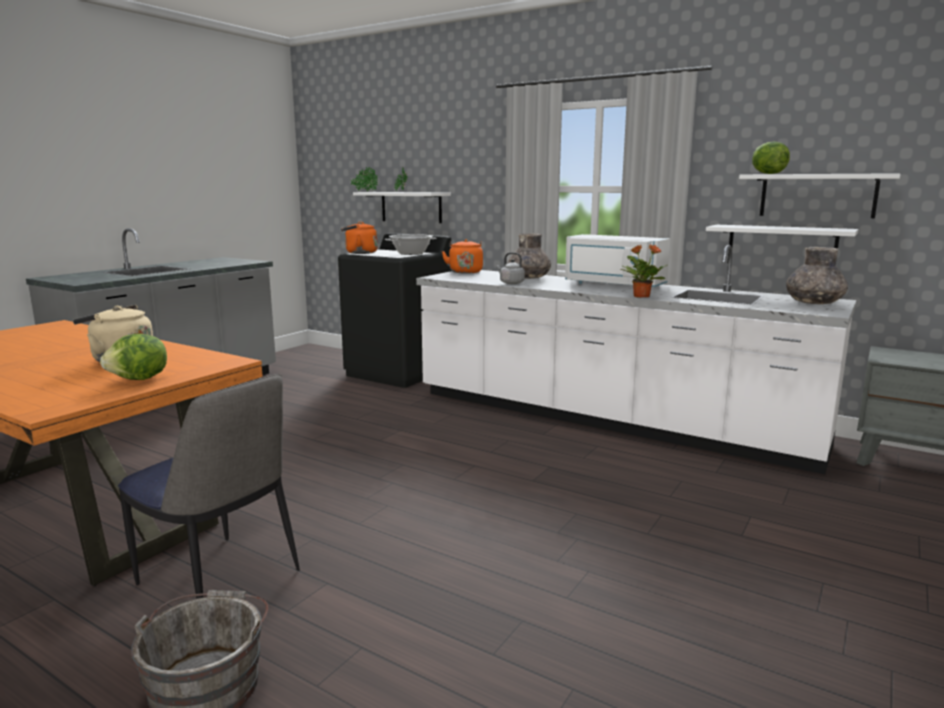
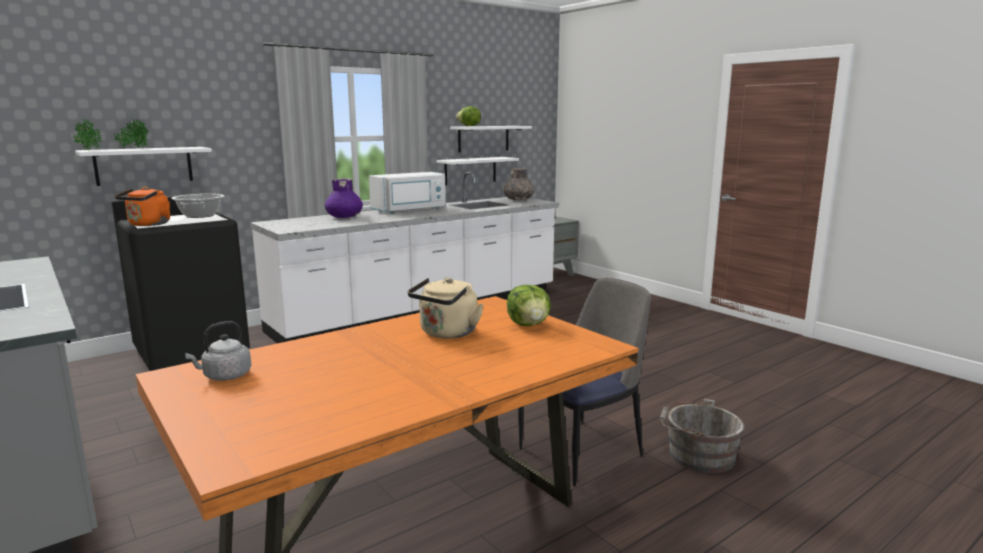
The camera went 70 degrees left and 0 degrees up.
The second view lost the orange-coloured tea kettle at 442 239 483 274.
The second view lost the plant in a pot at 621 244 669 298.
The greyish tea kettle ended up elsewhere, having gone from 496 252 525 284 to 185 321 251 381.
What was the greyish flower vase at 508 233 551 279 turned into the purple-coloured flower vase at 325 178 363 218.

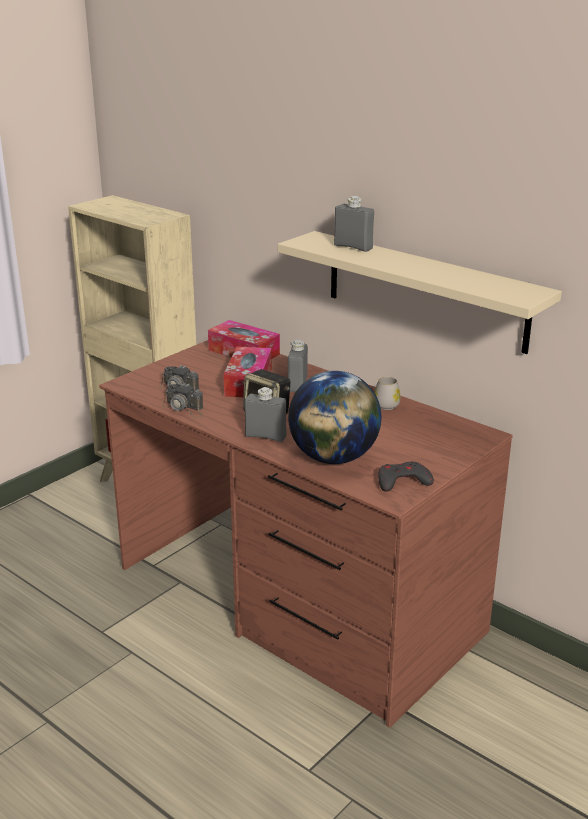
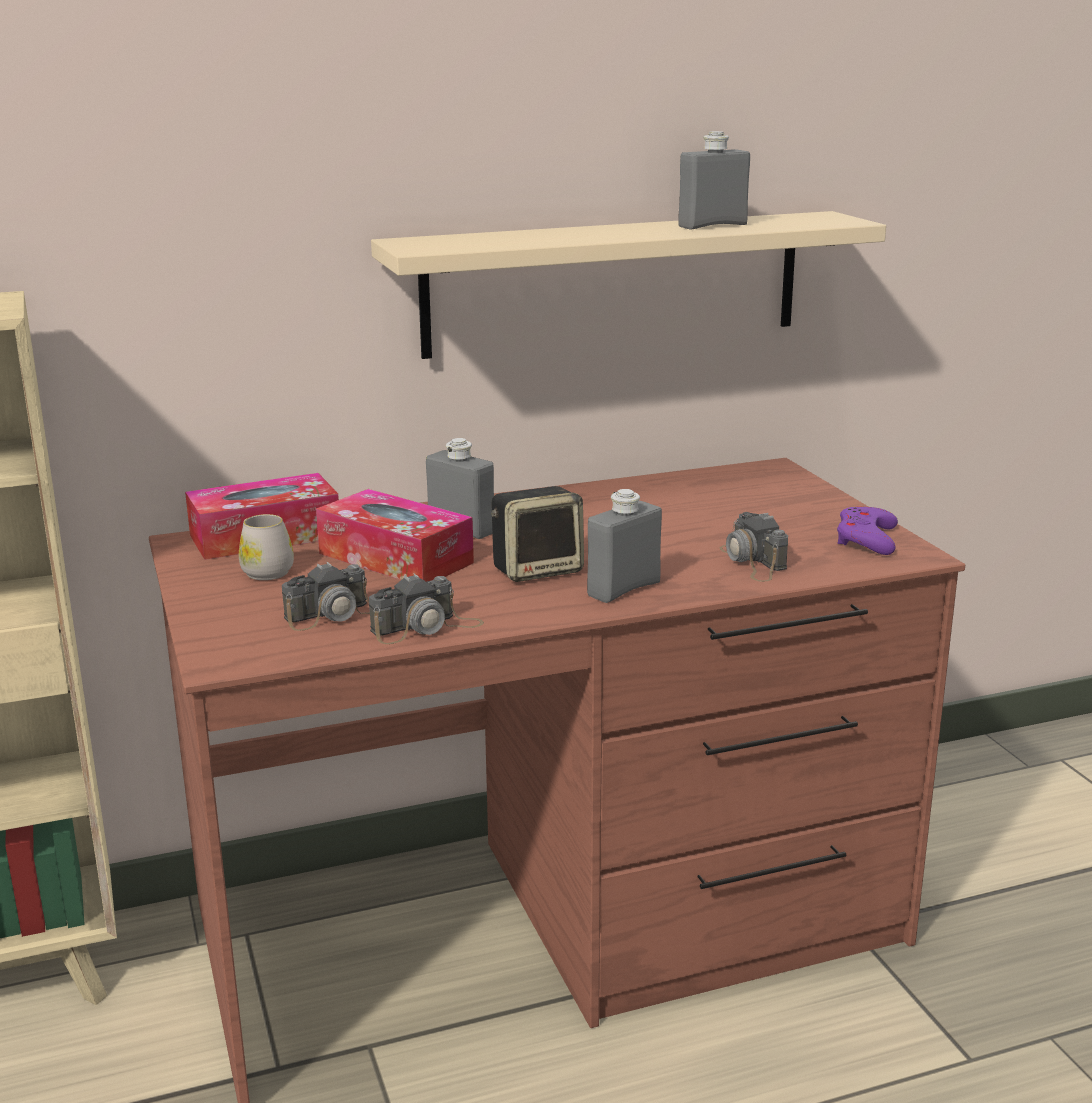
The camera went 60 degrees left and 5 degrees down.
The greyish drink bottle ended up elsewhere, having gone from 334 196 374 252 to 678 131 750 229.
The whitish coffee mug ended up elsewhere, having gone from 374 377 400 410 to 239 514 294 580.
Where the world globe stood at 288 371 381 464, the still camera came to stand at 720 512 788 582.
What was the greyish game controller at 378 461 434 492 turned into the purple-coloured game controller at 837 507 898 555.

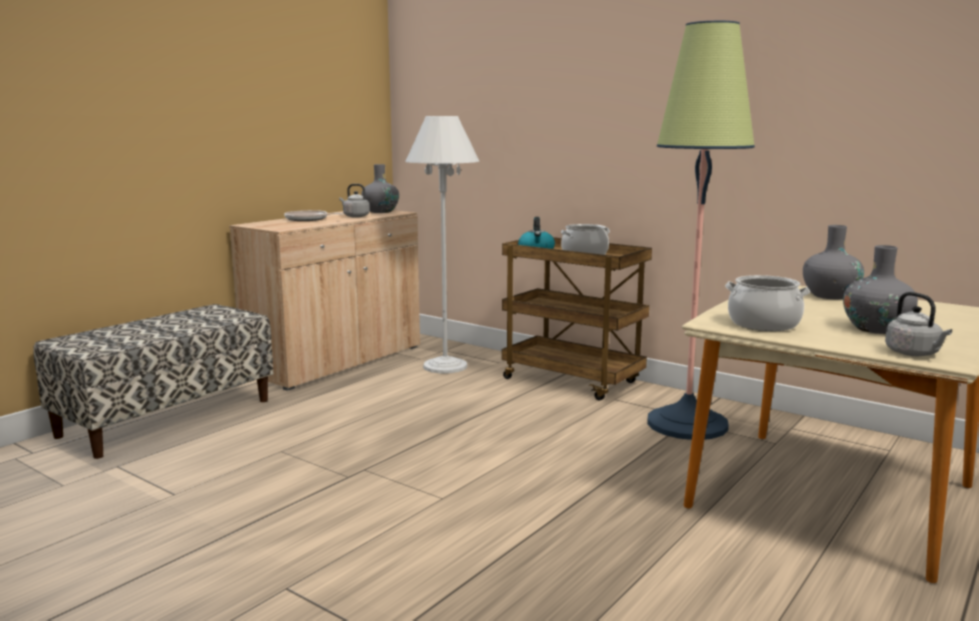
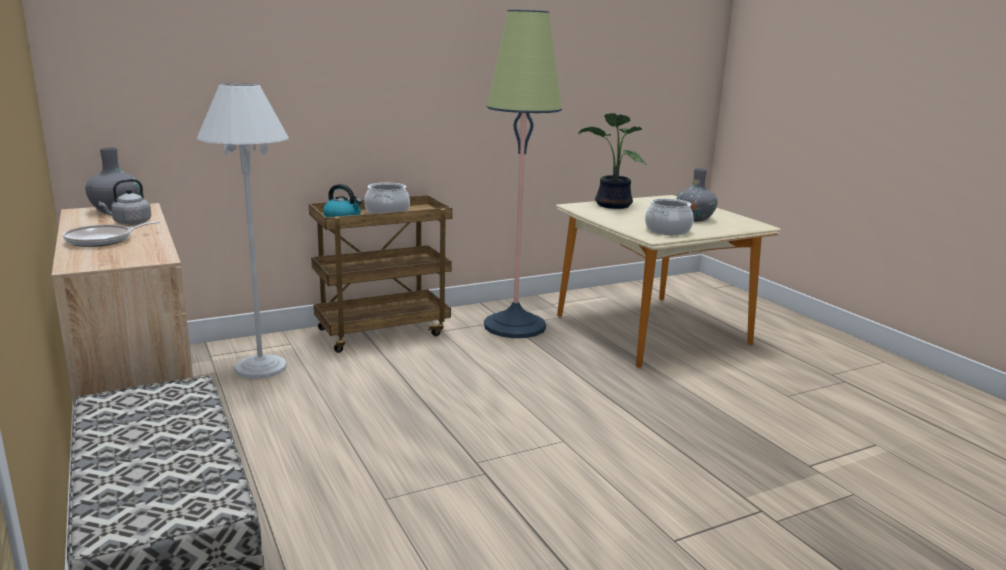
The camera went 65 degrees left and 5 degrees up.
The second view lost the greyish tea kettle at 885 292 952 356.
Where the greyish flower vase stood at 803 225 864 299, the plant in a pot came to stand at 578 113 647 209.

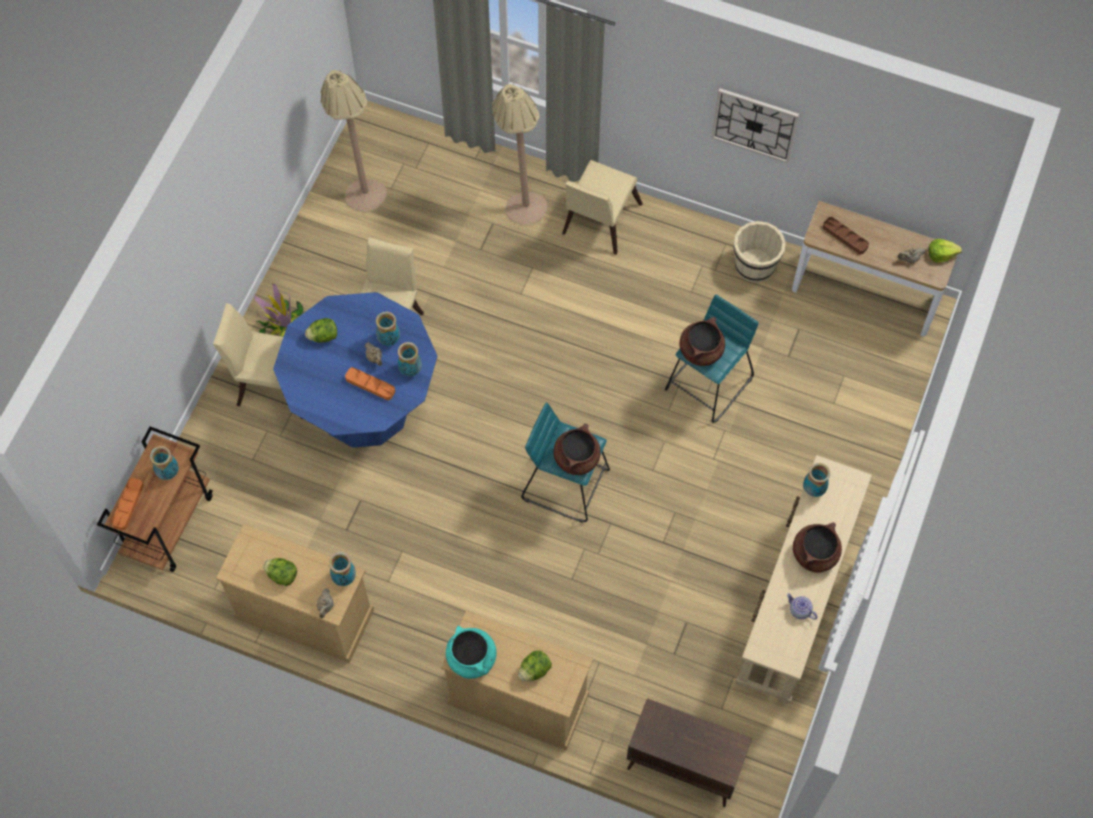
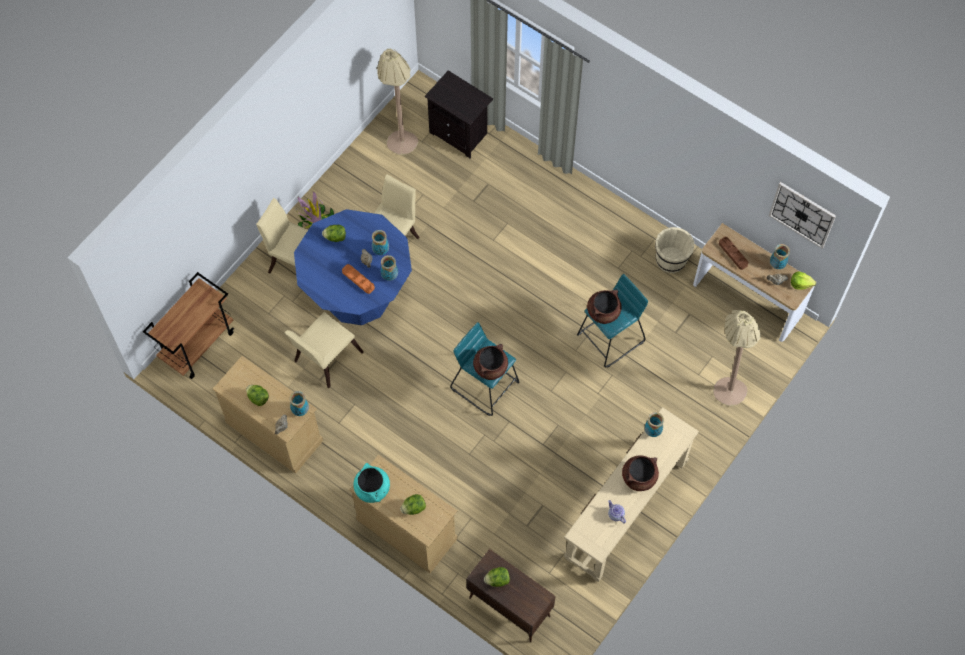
The camera went 15 degrees right and 0 degrees up.
The second view lost the orange-coloured tray at 111 478 144 530.
The second view gained the blackish nightstand at 425 70 493 158.
The second view gained the head of lettuce at 484 567 510 587.
The flower vase ended up elsewhere, having gone from 150 446 179 480 to 770 244 790 269.
The beige floor lamp ended up elsewhere, having gone from 492 84 547 226 to 713 310 761 406.
The beige upright chair ended up elsewhere, having gone from 562 160 643 255 to 284 312 364 388.
The hanging clock ended up elsewhere, having gone from 712 88 799 163 to 769 182 836 249.

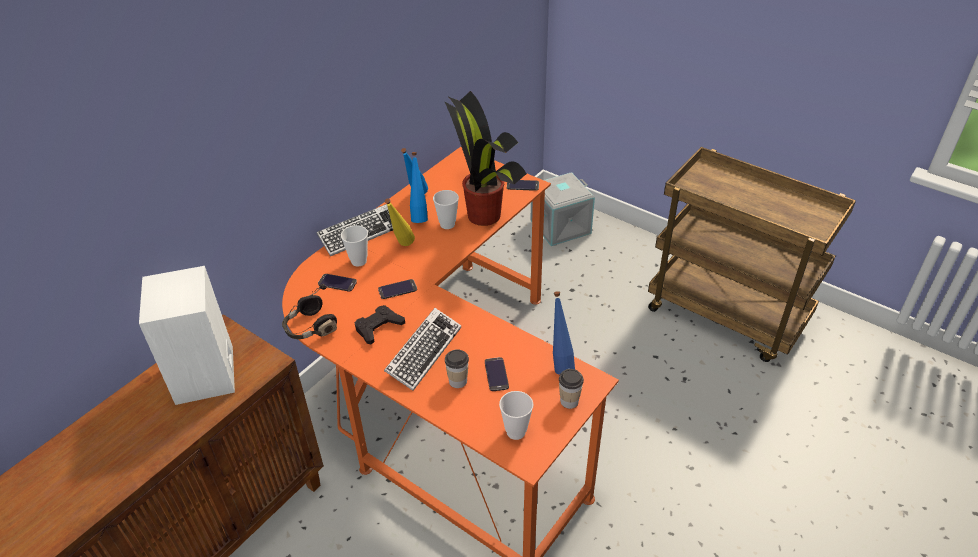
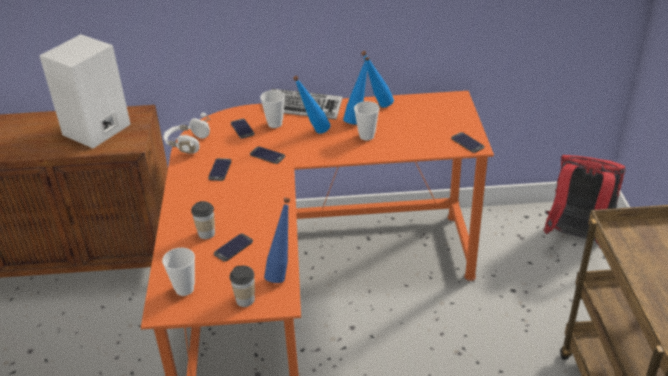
The camera went 50 degrees right and 5 degrees down.
The second view lost the keyboard at 384 308 461 391.
The second view lost the plant in a pot at 445 91 527 226.
Where the blackish game controller stood at 355 305 405 345, the phone came to stand at 208 158 231 181.
Where the greyish storage box stood at 530 172 595 246, the red-coloured backpack came to stand at 544 155 626 248.
What was the blackish pair of headphones at 282 284 337 339 turned into the whitish pair of headphones at 163 113 210 154.
What was the yellow drink bottle at 385 198 415 246 turned into the blue drink bottle at 293 76 331 134.

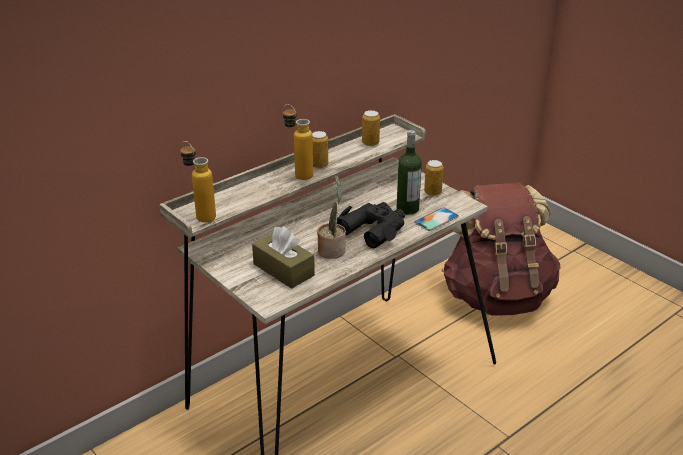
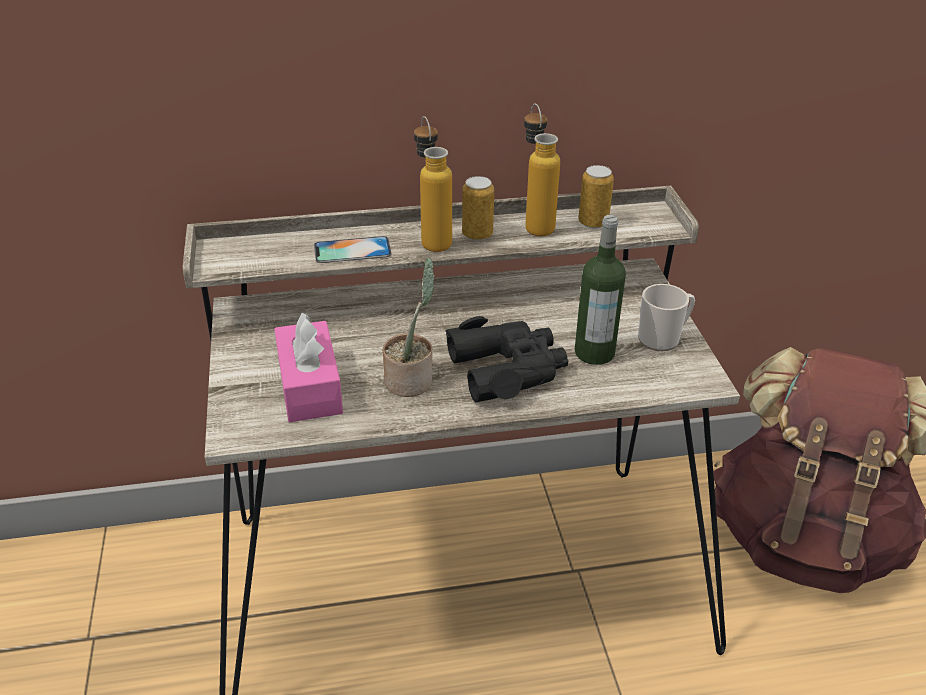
The camera went 30 degrees right and 5 degrees up.
The drink bottle ended up elsewhere, having gone from 180 141 216 223 to 524 103 560 236.
The phone ended up elsewhere, having gone from 414 207 459 231 to 314 236 392 263.
Where the sealed can stood at 424 160 444 196, the coffee mug came to stand at 638 284 695 351.
What was the brown-coloured box of tissues at 252 227 315 289 turned into the pink-coloured box of tissues at 274 313 343 422.

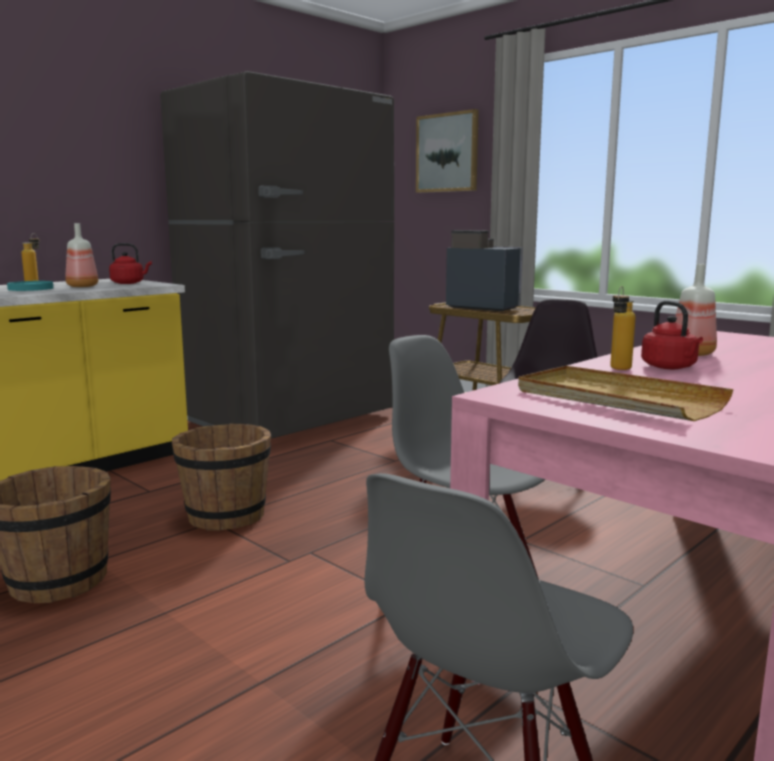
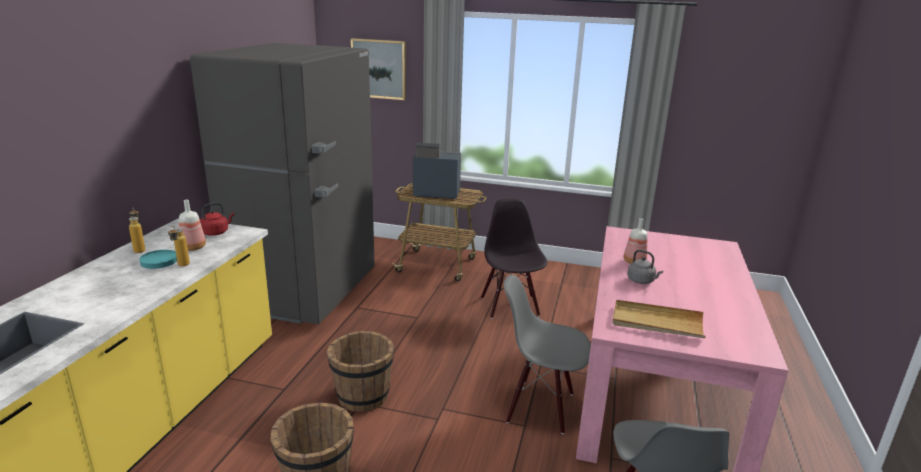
The camera went 30 degrees left and 10 degrees up.
The drink bottle ended up elsewhere, having gone from 610 286 636 370 to 168 226 190 266.
What was the red-coloured tea kettle at 641 301 703 369 turned into the greyish tea kettle at 627 250 663 284.

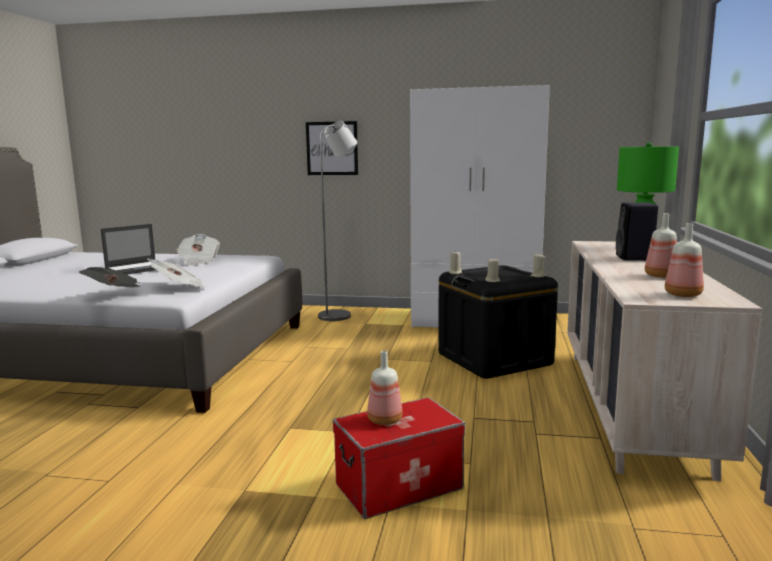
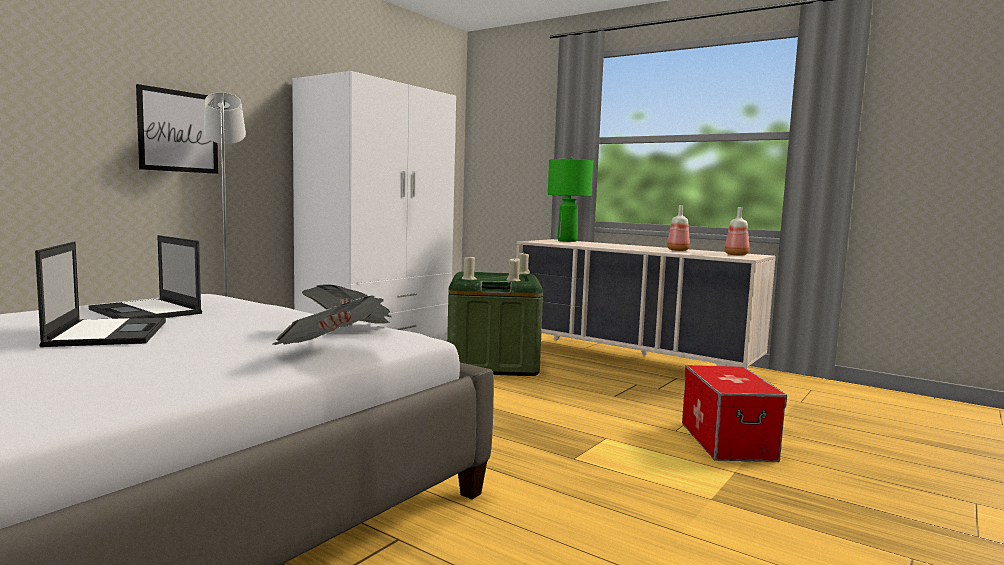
The camera went 65 degrees left and 5 degrees down.
The second view lost the drink bottle at 367 351 403 425.
The second view lost the blackish audio speaker at 616 202 658 261.
Where the printed paper stood at 176 234 220 266, the portable computer came to stand at 89 235 202 319.
What was the blackish storage box at 438 265 558 379 turned into the green storage box at 447 271 543 376.

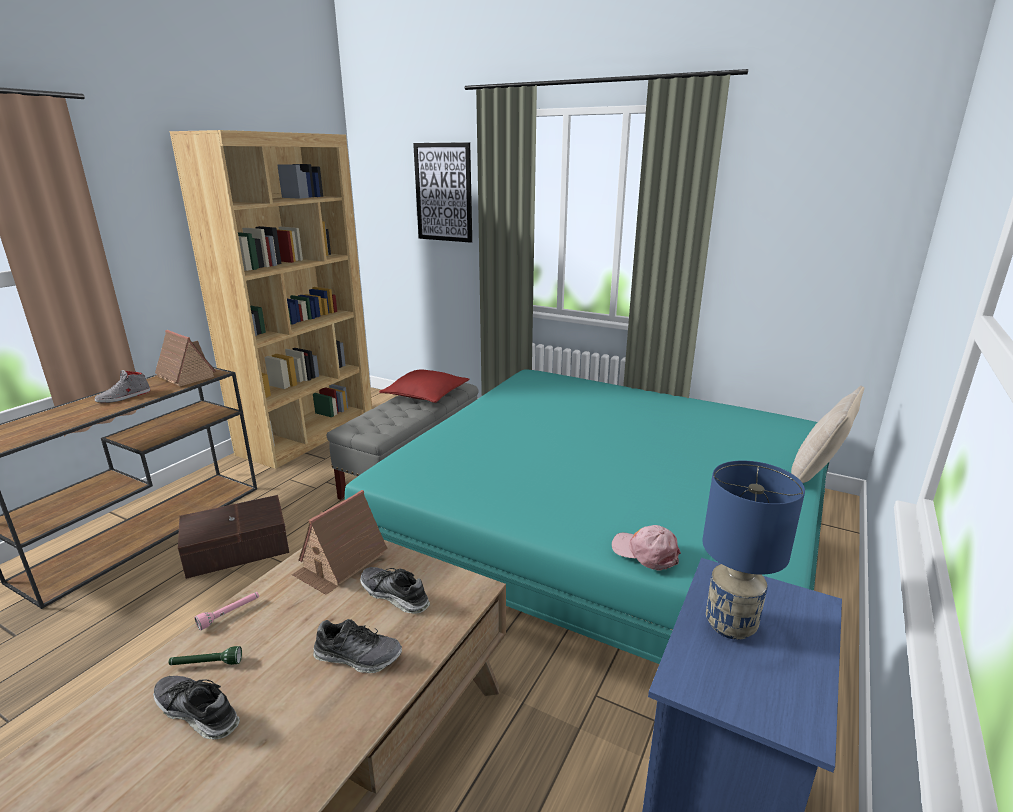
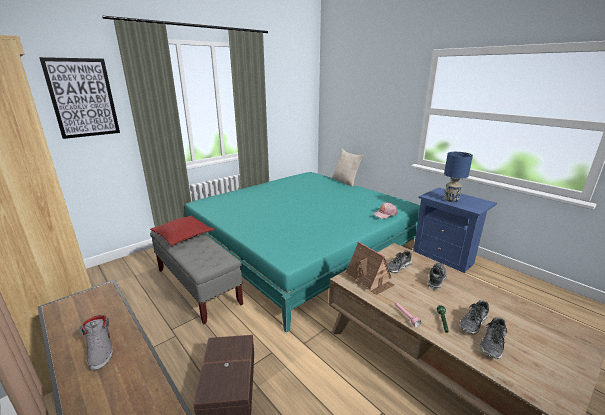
The camera went 70 degrees left and 0 degrees up.
The second view lost the model house at 155 330 216 387.
The second view gained the low shoe at 480 317 507 359.

